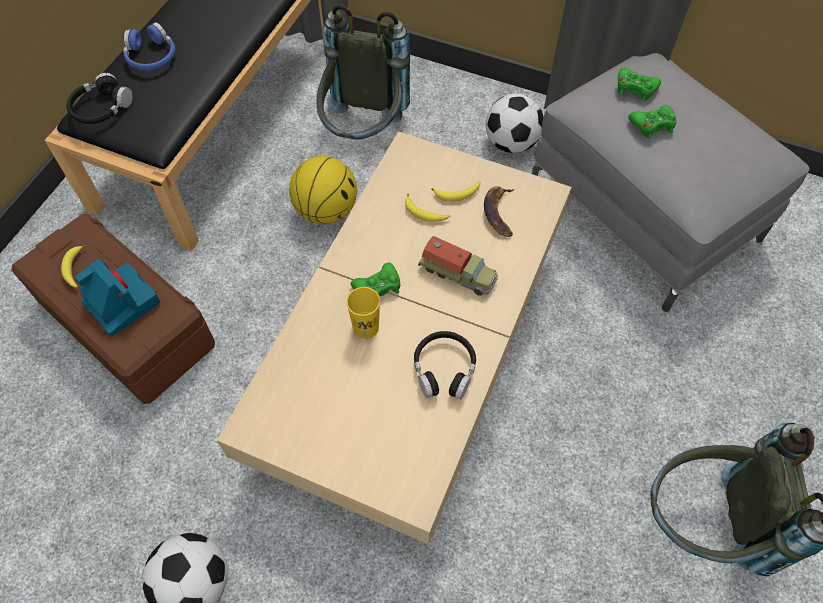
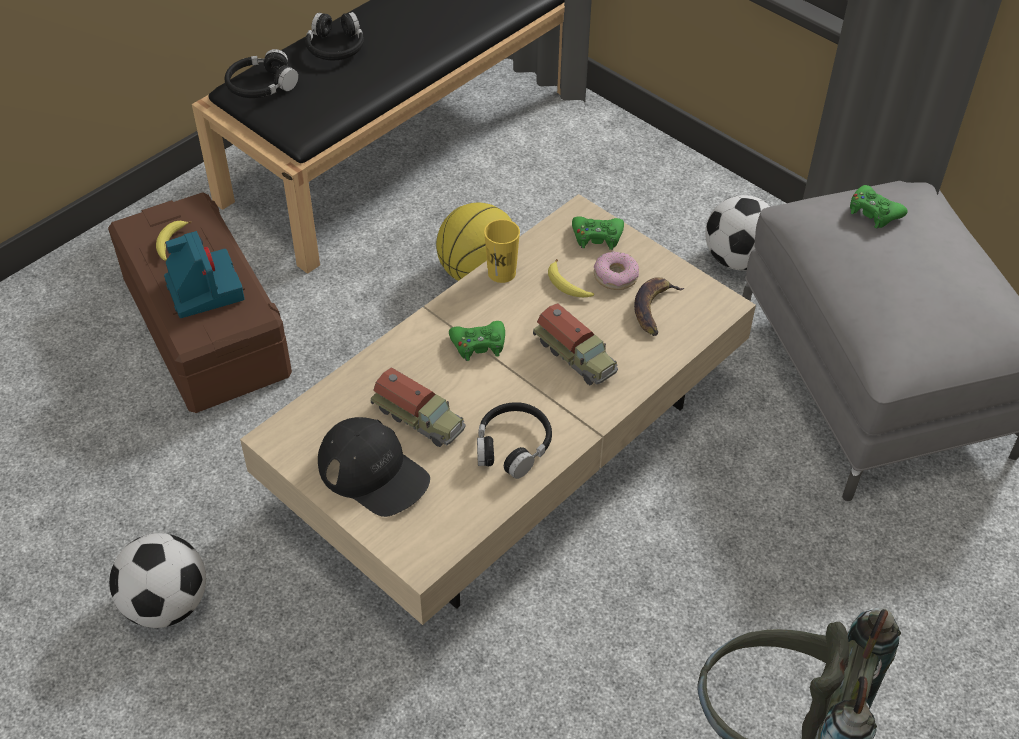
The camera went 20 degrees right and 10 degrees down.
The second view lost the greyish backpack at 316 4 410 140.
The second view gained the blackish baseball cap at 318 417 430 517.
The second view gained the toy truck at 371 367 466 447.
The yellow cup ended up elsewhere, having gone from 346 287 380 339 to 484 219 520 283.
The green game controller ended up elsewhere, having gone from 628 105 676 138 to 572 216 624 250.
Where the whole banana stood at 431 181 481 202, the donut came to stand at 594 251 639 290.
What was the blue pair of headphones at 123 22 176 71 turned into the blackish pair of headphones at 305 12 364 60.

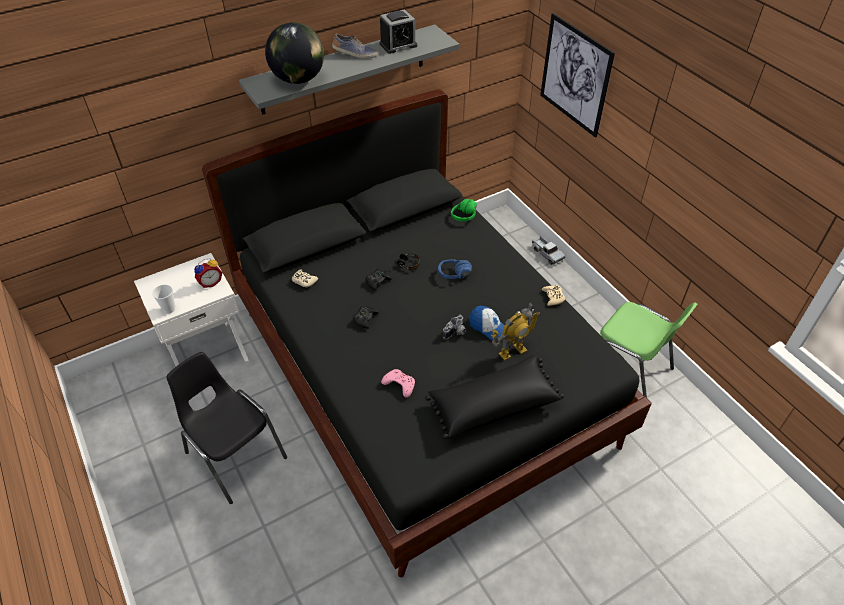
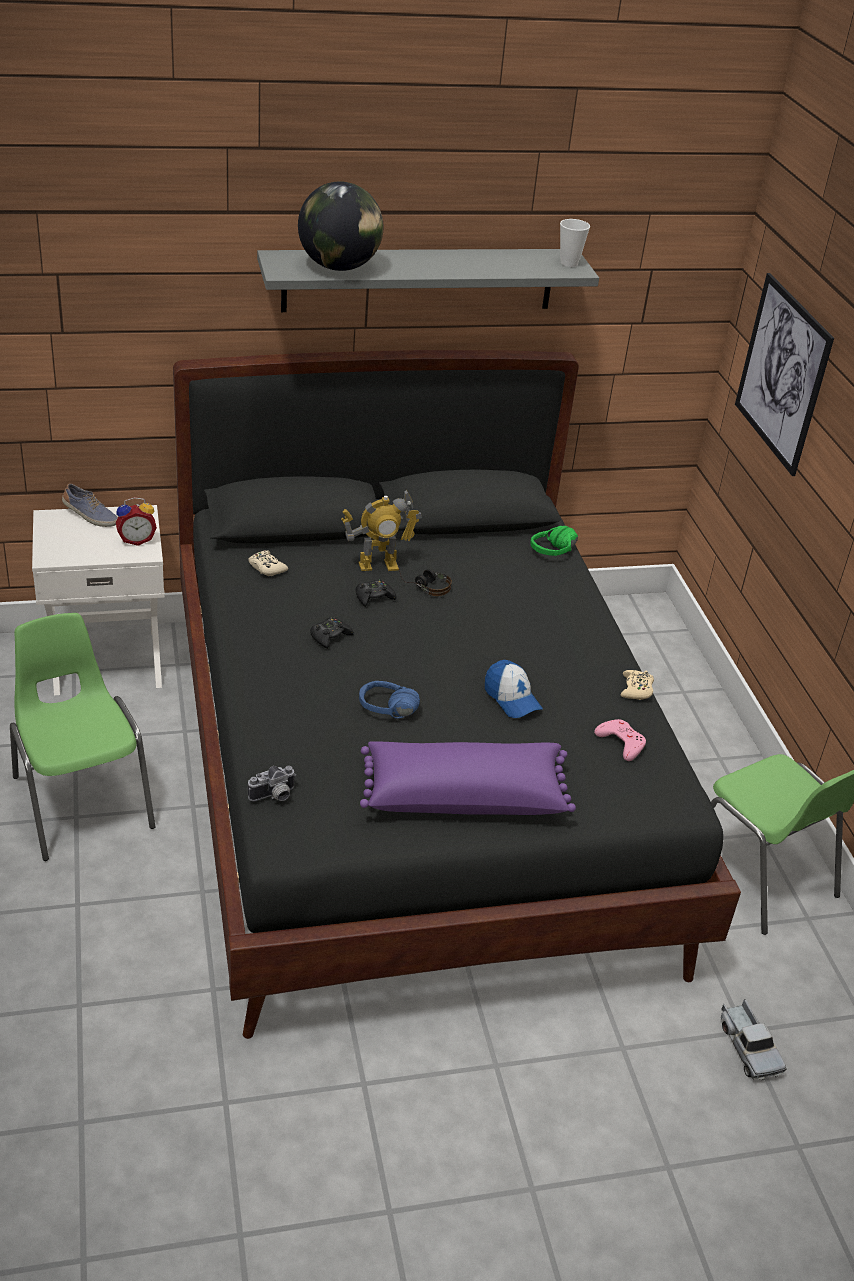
The camera went 15 degrees right and 10 degrees down.
The second view lost the bedside clock at 380 9 417 54.
The cup ended up elsewhere, having gone from 152 284 175 313 to 560 219 590 267.
The low shoe ended up elsewhere, having gone from 332 34 377 59 to 62 483 118 527.
The pink-coloured game controller ended up elsewhere, having gone from 381 369 415 398 to 594 719 646 761.
The blue pair of headphones ended up elsewhere, having gone from 438 259 472 279 to 359 681 420 719.
The still camera ended up elsewhere, having gone from 443 315 466 339 to 248 766 296 801.
The toy robot ended up elsewhere, having gone from 491 302 541 360 to 341 489 422 571.
The toy truck ended up elsewhere, having gone from 532 236 566 265 to 721 999 787 1080.
What was the blackish upright chair at 167 352 287 504 turned into the green upright chair at 10 613 155 861.
What was the blackish pillow at 425 355 564 439 turned into the purple-coloured pillow at 360 741 576 815.

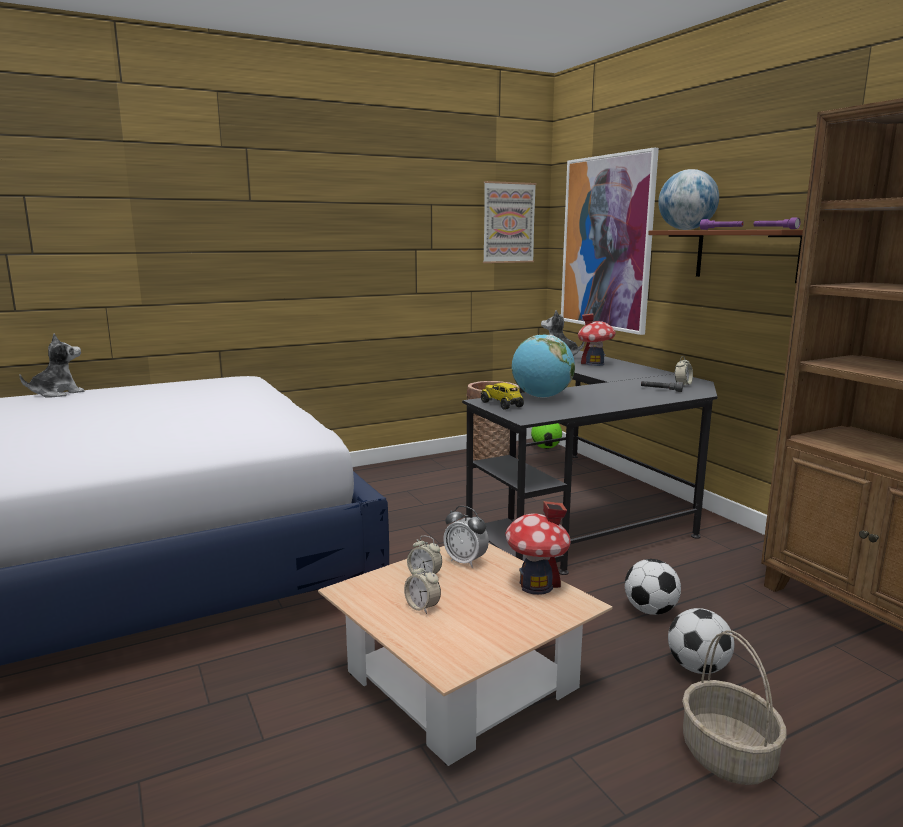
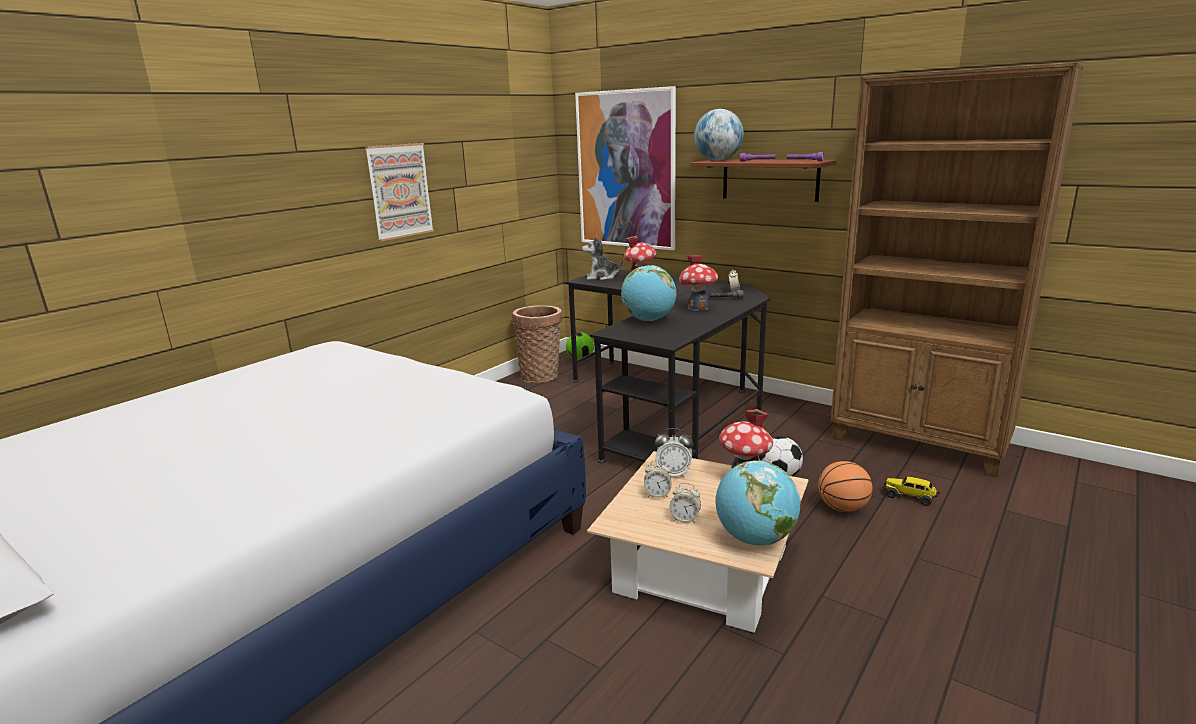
The camera went 25 degrees left and 5 degrees up.
The second view lost the soft toy at 19 334 84 397.
The second view lost the basket at 682 630 787 785.
The second view gained the model house at 679 255 718 311.
The second view gained the world globe at 715 460 800 545.
The toy truck ended up elsewhere, having gone from 481 383 524 410 to 883 476 940 506.
The picture ended up elsewhere, having gone from 483 181 536 263 to 365 143 434 241.
Where the ball for football stood at 668 608 734 674, the ball for basketball came to stand at 818 461 873 512.

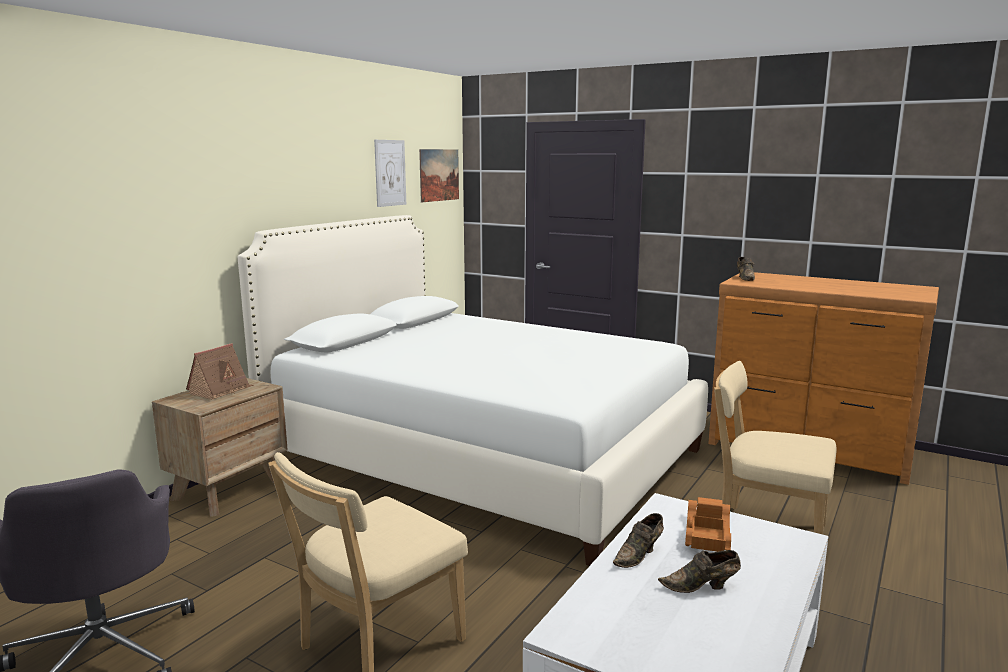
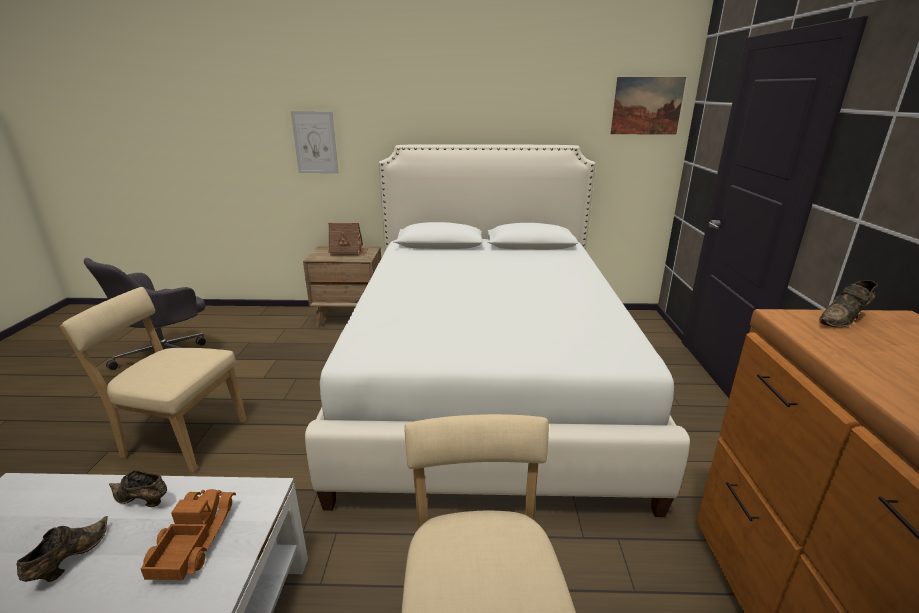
The camera went 60 degrees right and 10 degrees up.
The picture ended up elsewhere, having gone from 374 140 406 207 to 291 111 338 173.
The brown-coloured low shoe at 658 550 741 593 ended up facing another way, 45 degrees clockwise from before.
The toy truck at 685 497 731 552 ended up facing another way, 75 degrees counterclockwise from before.

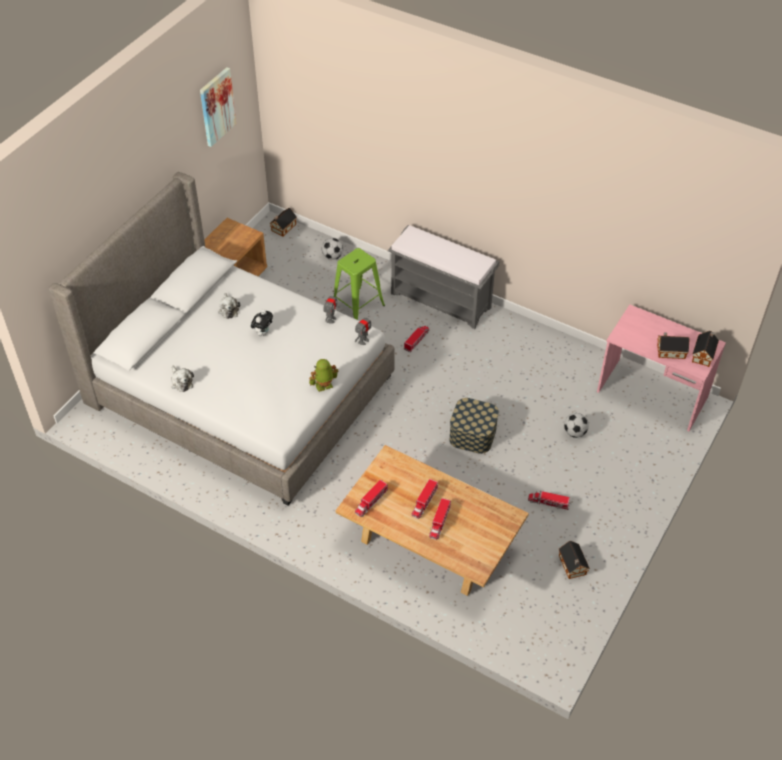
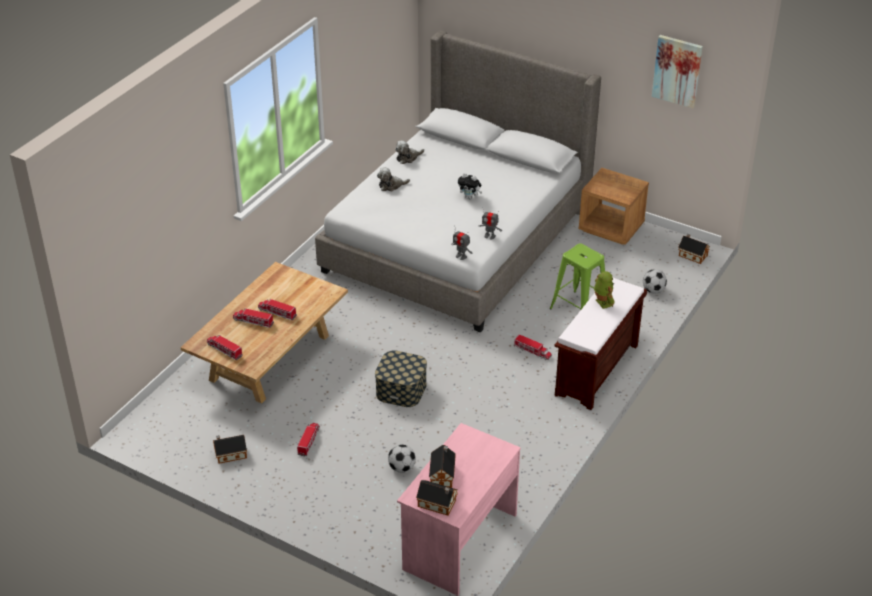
The camera went 90 degrees right and 10 degrees down.
The soft toy ended up elsewhere, having gone from 218 293 240 319 to 377 167 410 191.
The toy robot ended up elsewhere, having gone from 309 359 338 392 to 594 271 614 309.
The toy truck ended up elsewhere, having gone from 355 480 388 517 to 207 335 243 360.
What was the greyish indoor bench at 388 225 500 329 turned into the brown-coloured indoor bench at 554 278 647 410.

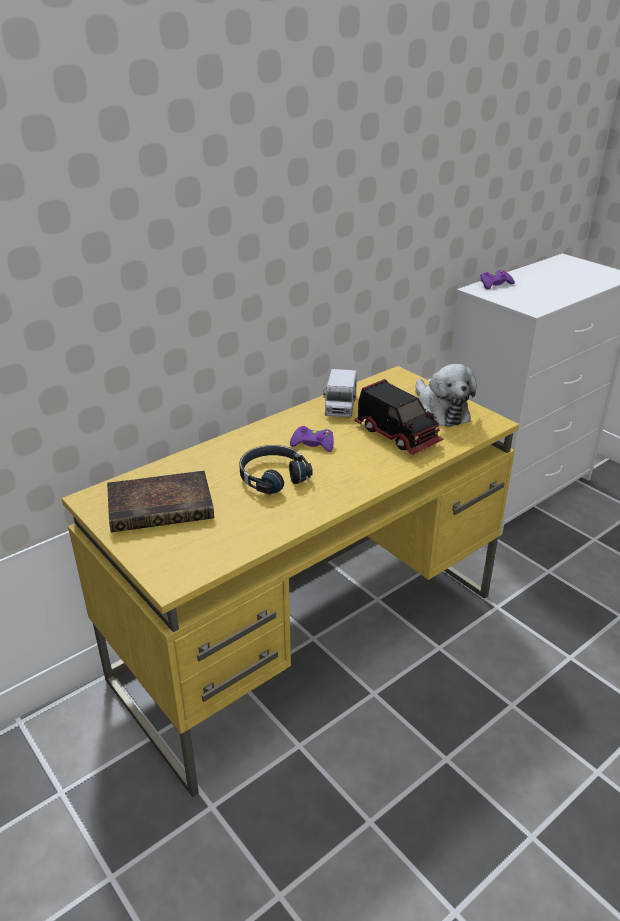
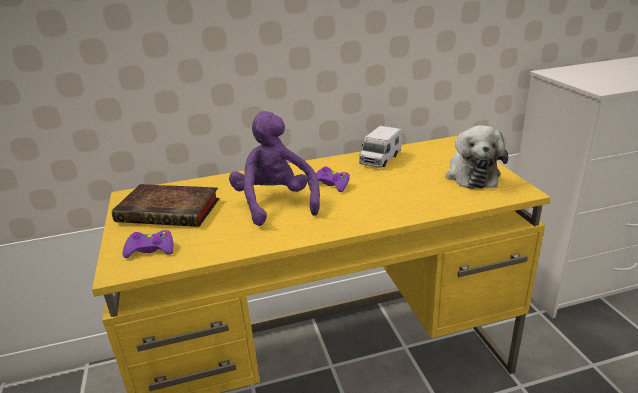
The camera went 25 degrees right and 5 degrees down.
The second view lost the toy truck at 354 379 444 455.
The purple-coloured game controller ended up elsewhere, having gone from 481 270 515 289 to 123 230 174 258.
Where the blackish pair of headphones stood at 239 445 312 495, the purple-coloured soft toy came to stand at 229 111 320 226.

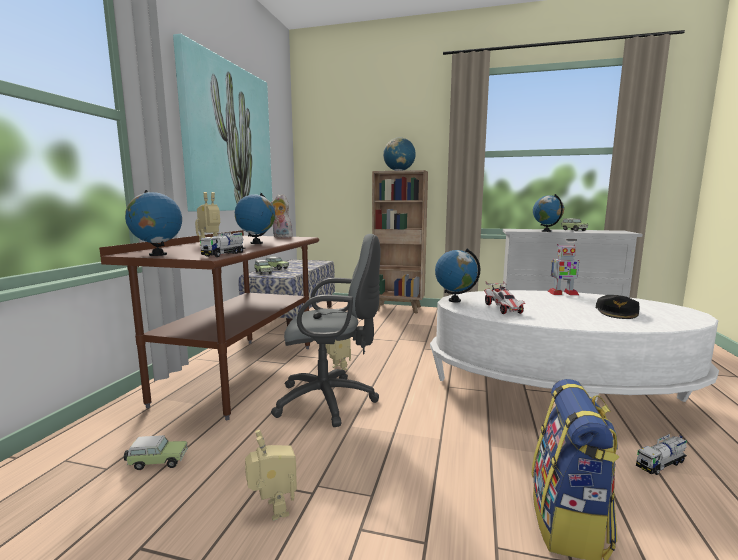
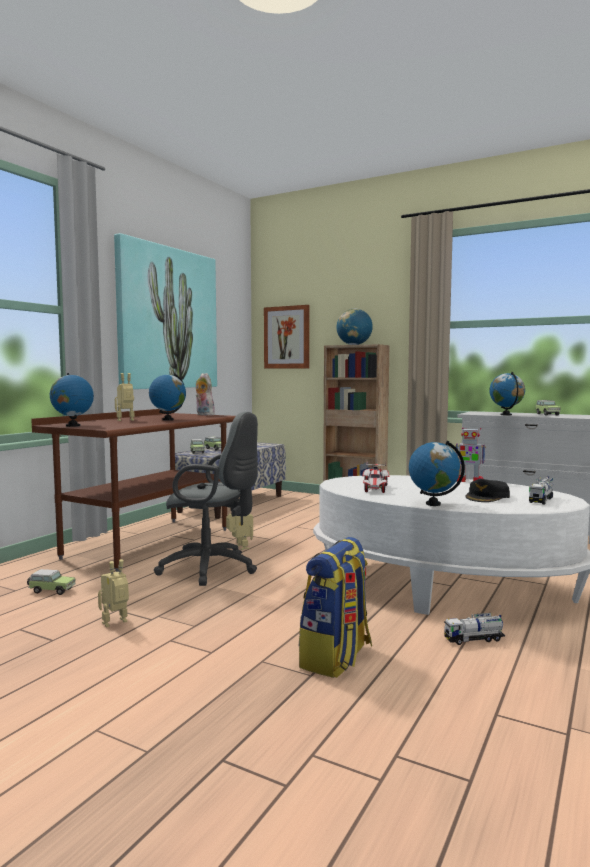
The camera went 15 degrees right and 5 degrees down.
The second view gained the picture at 264 305 310 369.
The toy truck ended up elsewhere, having gone from 200 232 246 257 to 529 476 553 505.
The world globe ended up elsewhere, having gone from 435 249 480 303 to 409 441 465 506.
The toy robot at 245 430 297 521 ended up facing another way, 120 degrees counterclockwise from before.

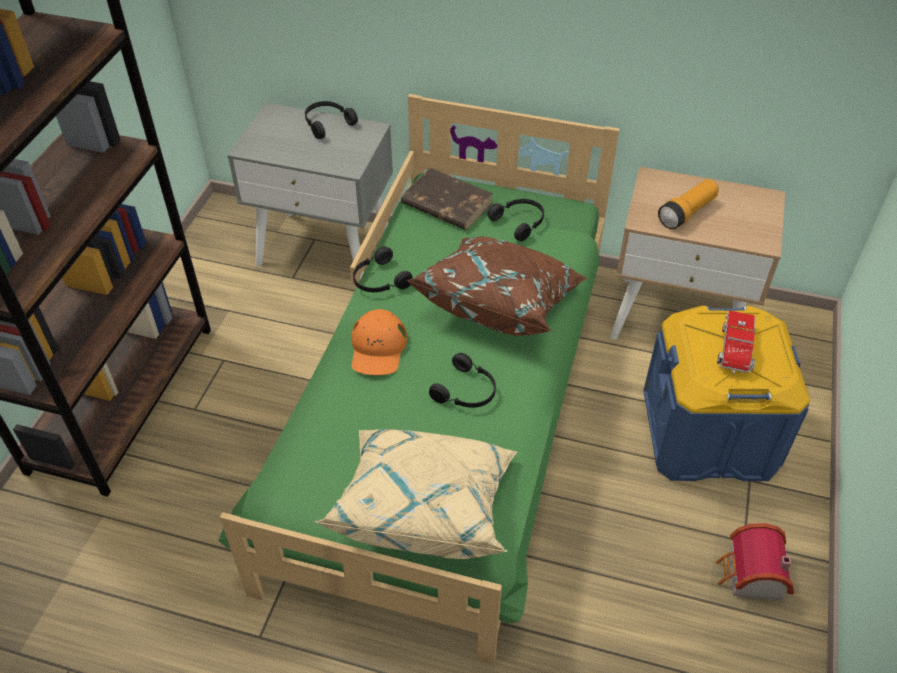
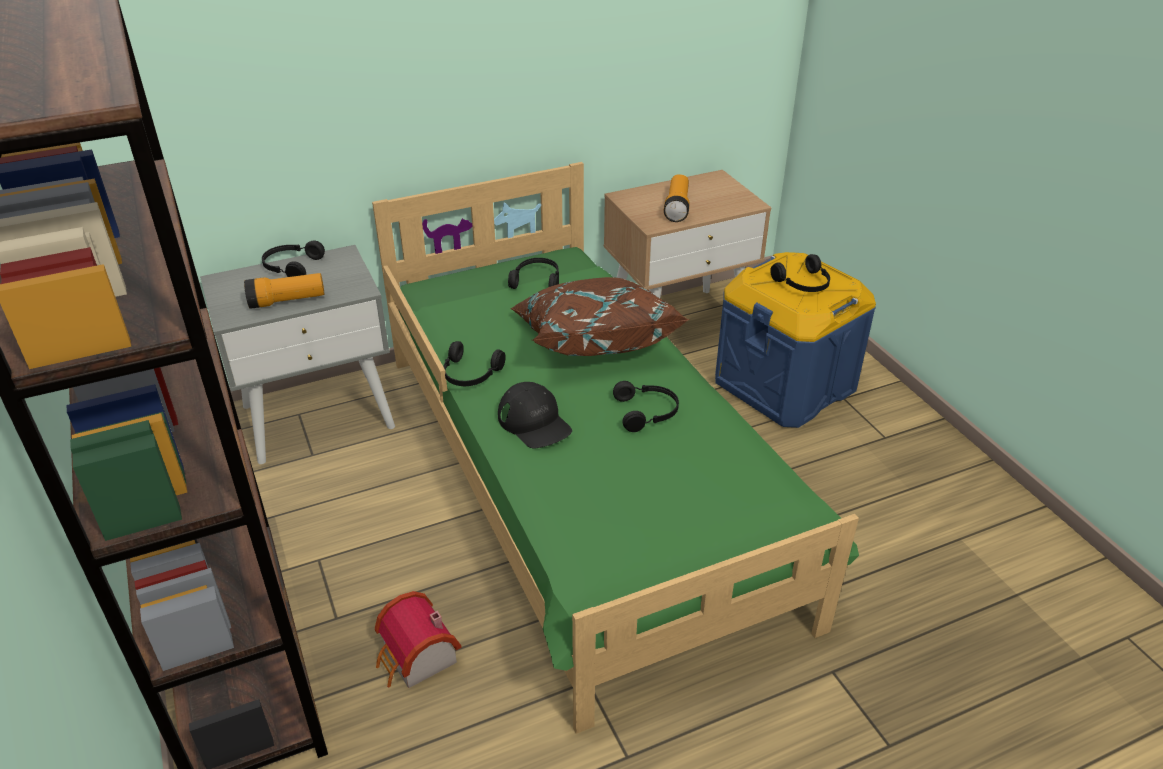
The camera went 40 degrees left and 10 degrees down.
The second view lost the beige pillow at 315 429 517 559.
The second view lost the brown-coloured volume at 401 168 493 230.
The second view gained the flashlight at 244 273 324 309.
The model house ended up elsewhere, having gone from 716 523 794 601 to 375 591 462 688.
Where the toy truck stood at 717 310 756 374, the blackish pair of headphones came to stand at 770 254 830 292.
What was the orange-coloured baseball cap at 351 309 407 375 turned into the blackish baseball cap at 498 382 572 448.

